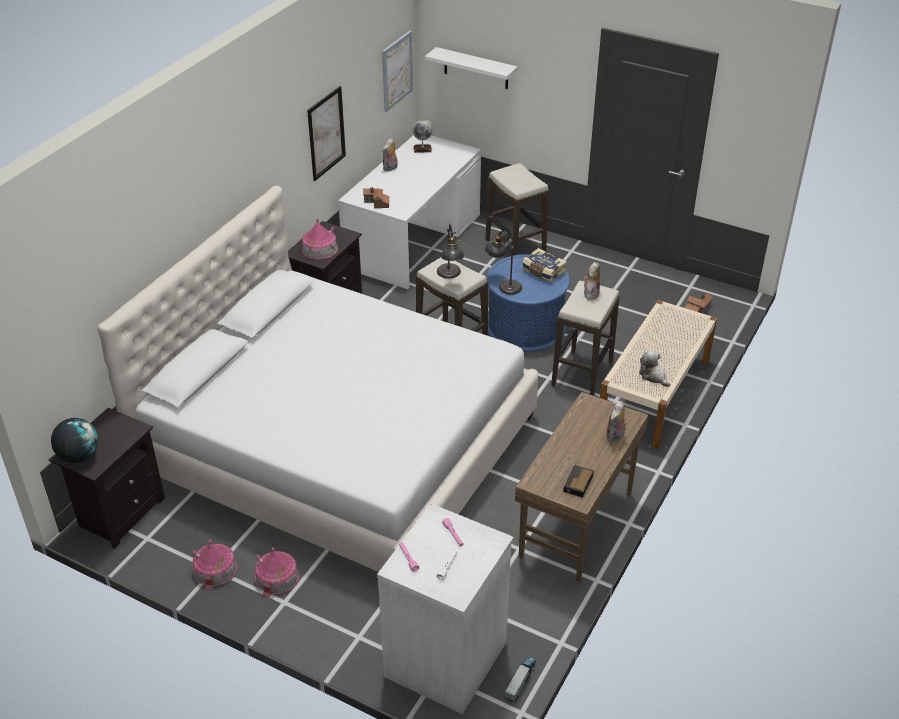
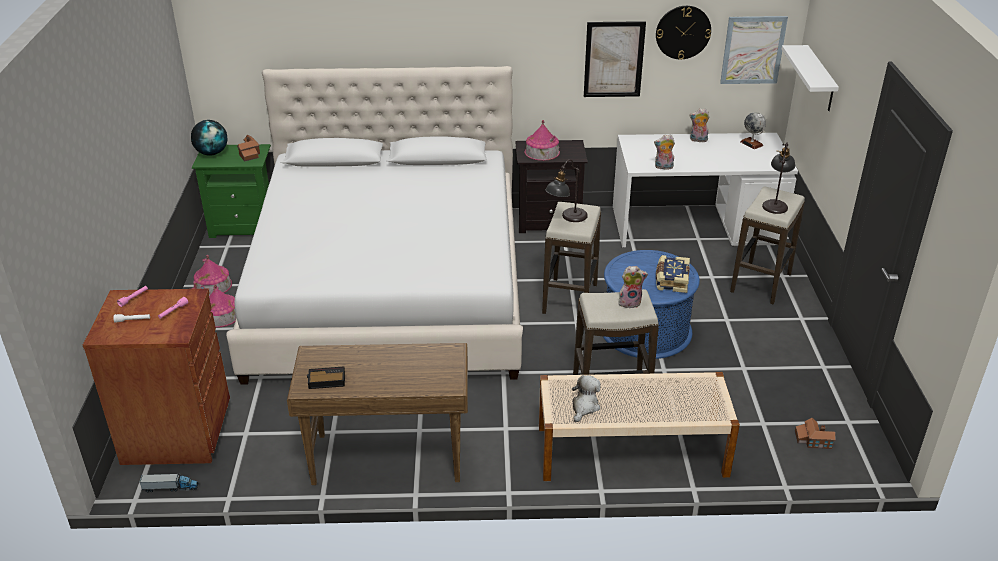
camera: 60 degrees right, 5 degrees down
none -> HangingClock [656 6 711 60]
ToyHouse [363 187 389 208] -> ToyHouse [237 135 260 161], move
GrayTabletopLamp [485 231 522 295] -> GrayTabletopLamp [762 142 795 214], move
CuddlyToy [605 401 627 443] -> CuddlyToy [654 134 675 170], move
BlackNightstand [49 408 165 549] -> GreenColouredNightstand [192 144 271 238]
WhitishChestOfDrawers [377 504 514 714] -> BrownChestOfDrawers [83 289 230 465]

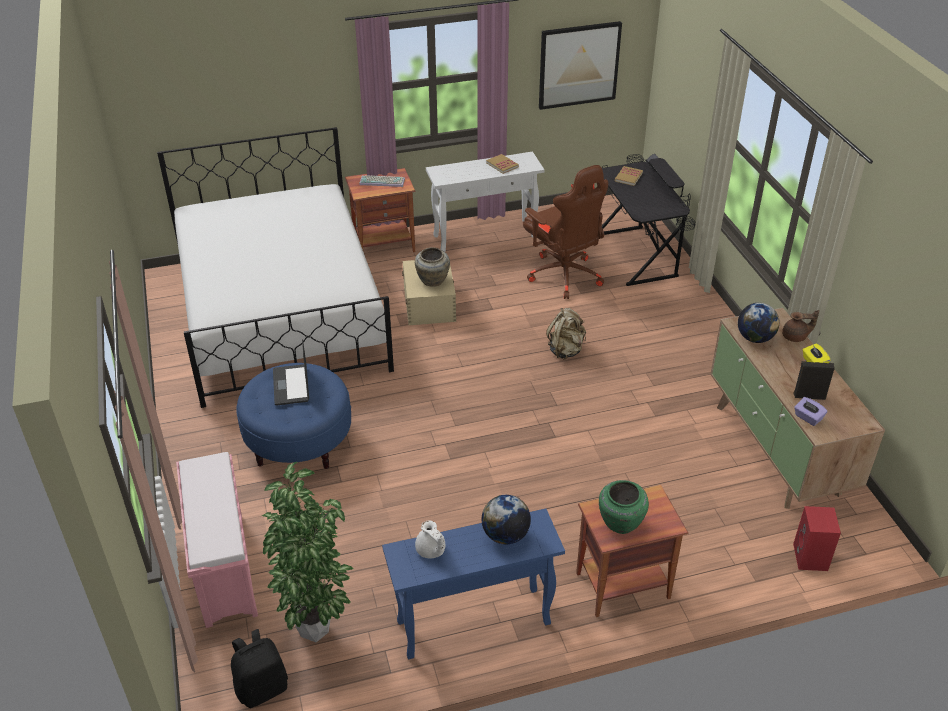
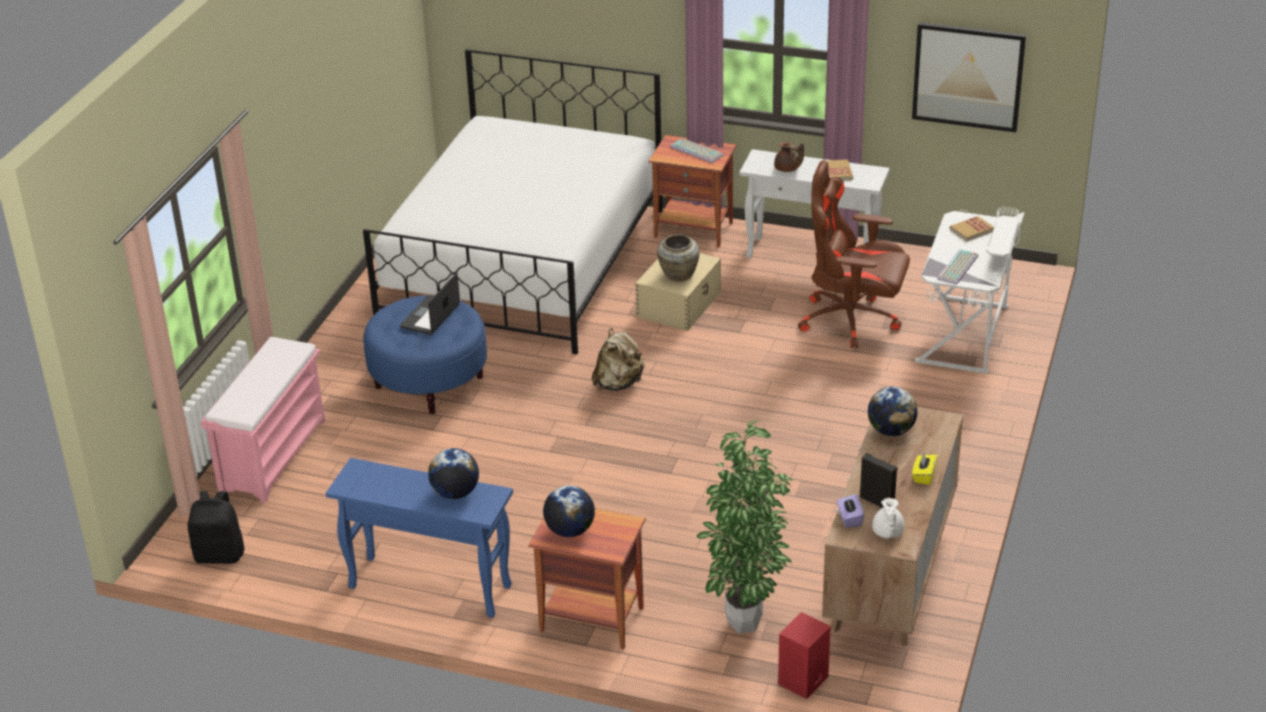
camera: 35 degrees right, 5 degrees down
none -> Keyboard [937 249 978 285]
PlantInAPot [262 462 353 642] -> PlantInAPot [697 421 793 634], move
WhitishPotForTea [415 520 445 558] -> WhitishPotForTea [872 498 905 539], move
BeigeColouredRucksack [546 308 586 360] -> BeigeColouredRucksack [592 328 645 391], move
BrownPotForTea [782 310 819 342] -> BrownPotForTea [774 142 804 172], move
GreenColouredDecorativeVase [599 480 649 534] -> DeskGlobe [543 485 595 537]
BlackDesk [602 154 696 286] -> WhitishDesk [915 207 1024 374]
BrownDeskChair [523 165 608 299] -> BrownDeskChair [798 160 910 348], 105 degrees clockwise

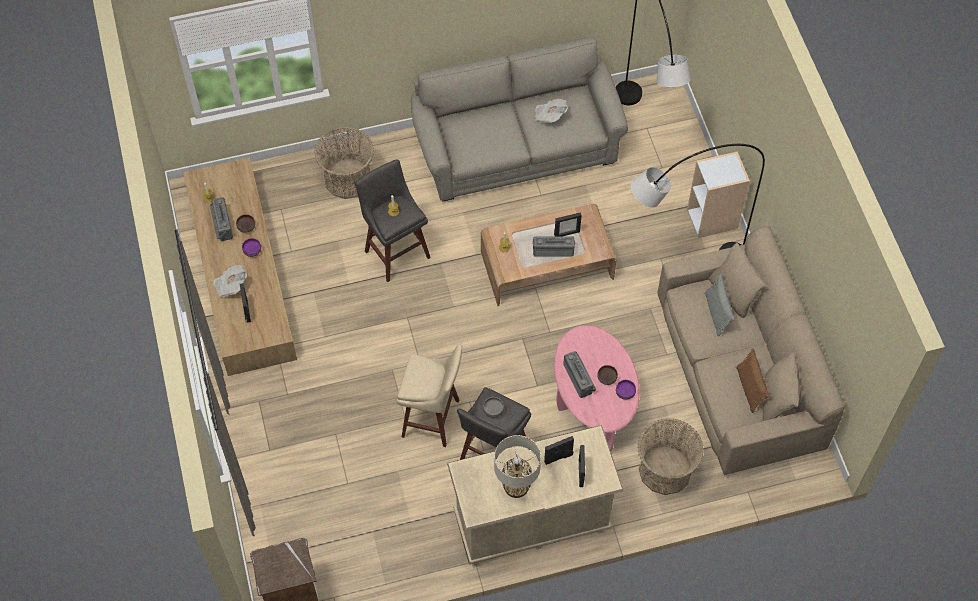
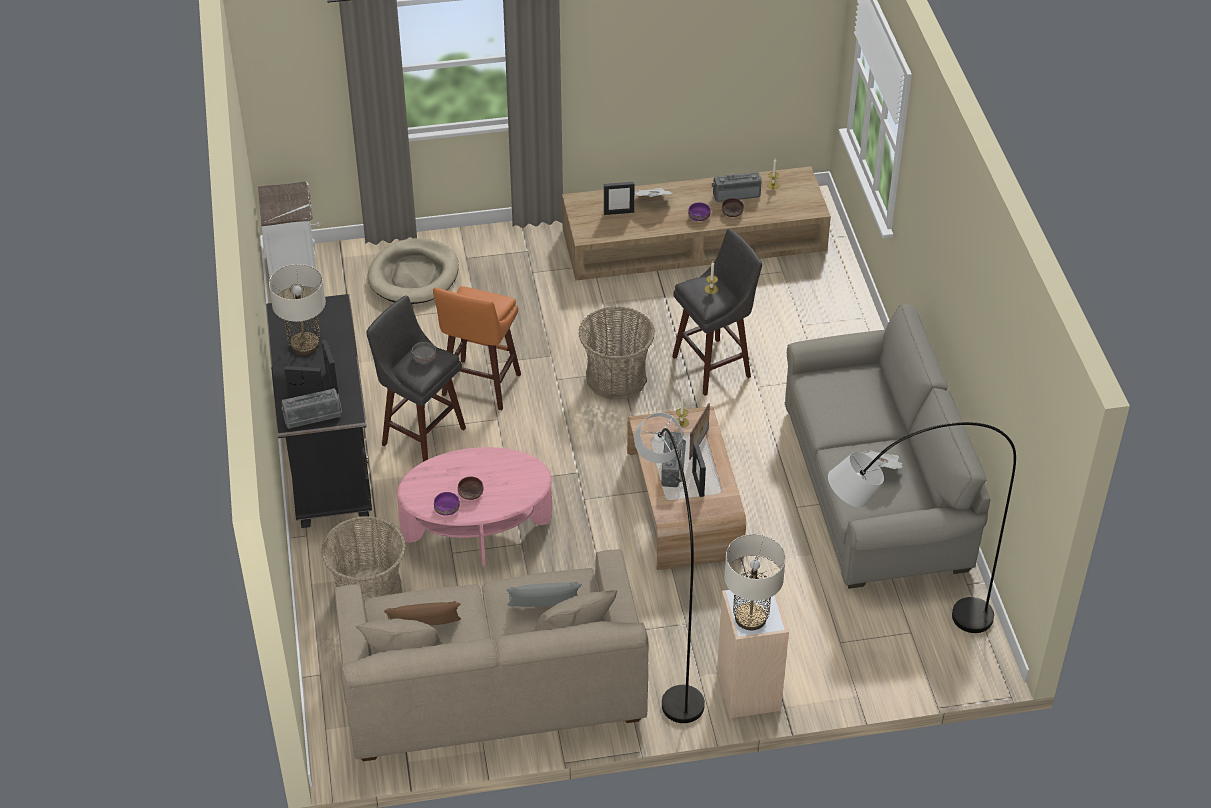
camera: 95 degrees right, 15 degrees down
none -> BeigeColouredPetBed [367 238 458 304]
none -> PictureFrame [689 403 710 460]
none -> TabletopLamp [724 534 786 630]
Basket [314 127 374 199] -> Basket [578 306 655 400], move
RadioSet [563 351 596 398] -> RadioSet [281 388 342 429], move
BeigeColouredStoolSeat [397 344 462 447] -> OrangeColouredStoolSeat [433 286 521 410]
BeigeColouredChestOfDrawers [447 425 623 566] -> BlackChestOfDrawers [266 294 372 528]

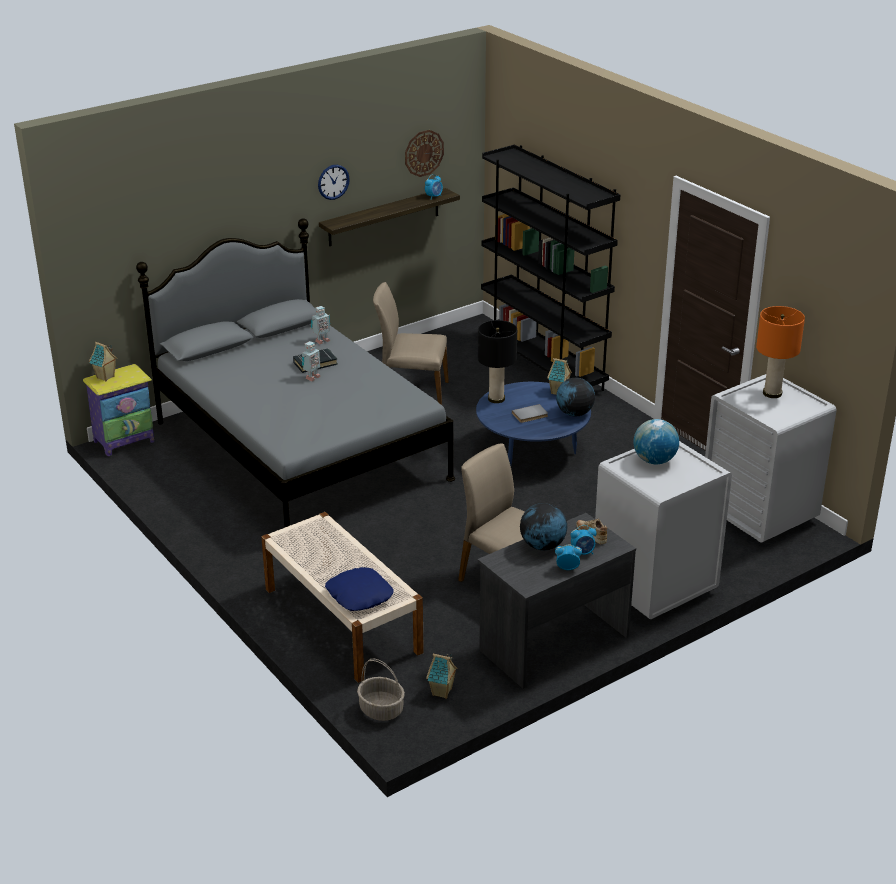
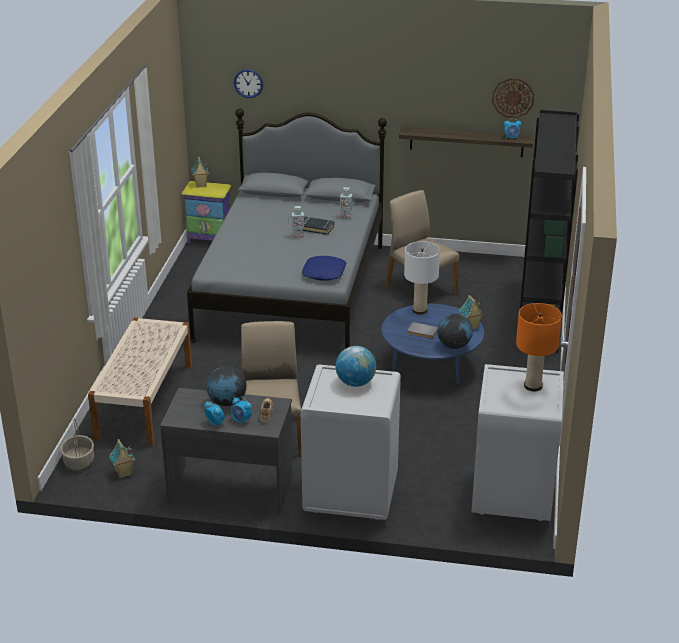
camera: 45 degrees right, 0 degrees up
HangingClock [318 165 350 200] -> HangingClock [234 69 263 98], move
BlueColouredThrowPillow [325 567 394 611] -> BlueColouredThrowPillow [302 256 346 281], move
BlackTabletopLamp [478 320 517 403] -> WhitishTabletopLamp [404 241 440 314]

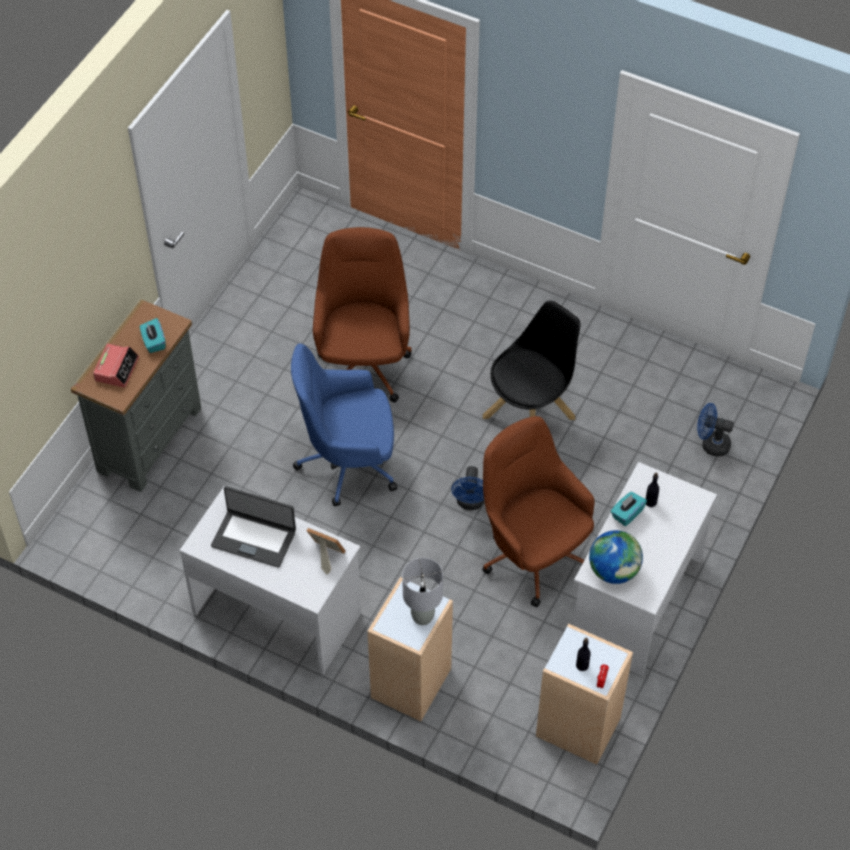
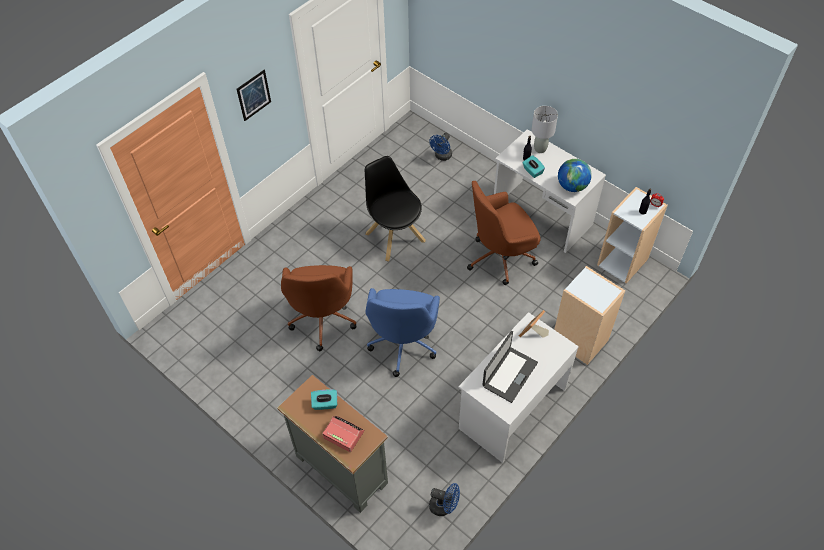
camera: 75 degrees left, 0 degrees up
none -> WallPicture [236 70 271 121]
GrayTabletopLamp [402 558 443 625] -> GrayTabletopLamp [532 106 558 153], move
BlueColouredElectricFan [451 466 484 510] -> BlueColouredElectricFan [429 483 460 516], move
BrownDeskChair [313 227 411 402] -> BrownDeskChair [281 265 357 351], 105 degrees counterclockwise

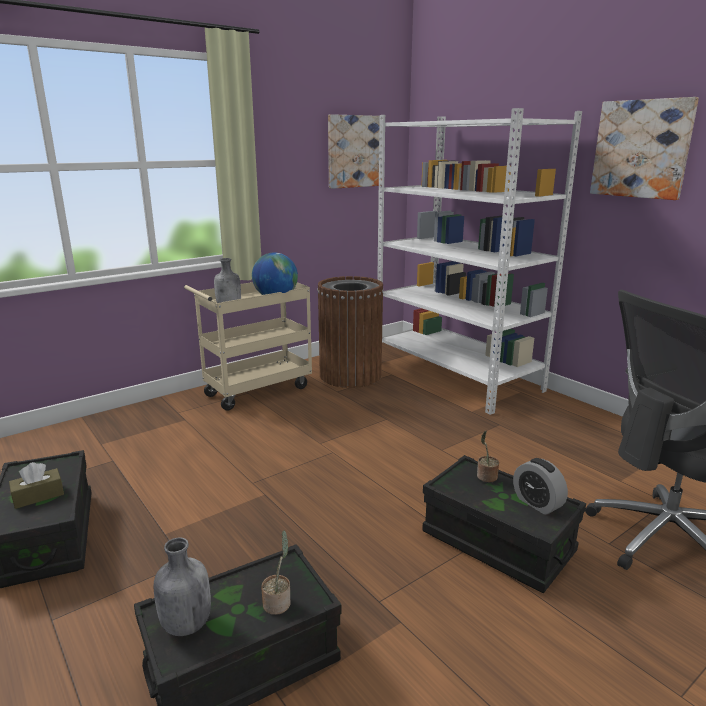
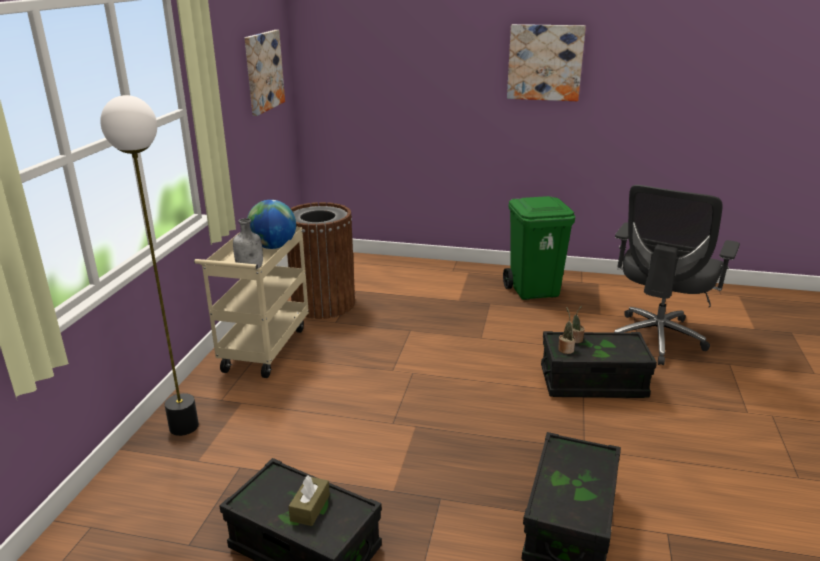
camera: 40 degrees left, 5 degrees up
GrayBeverageBottle [154 537 211 636] -> none
WhitishBookcase [377 108 582 415] -> none
BedsideClock [513 458 568 515] -> none
none -> StandingLamp [100 95 199 436]
none -> GreenColouredWasteBin [503 196 575 300]
PlantInAPot [261 530 291 615] -> PlantInAPot [558 307 575 354], move

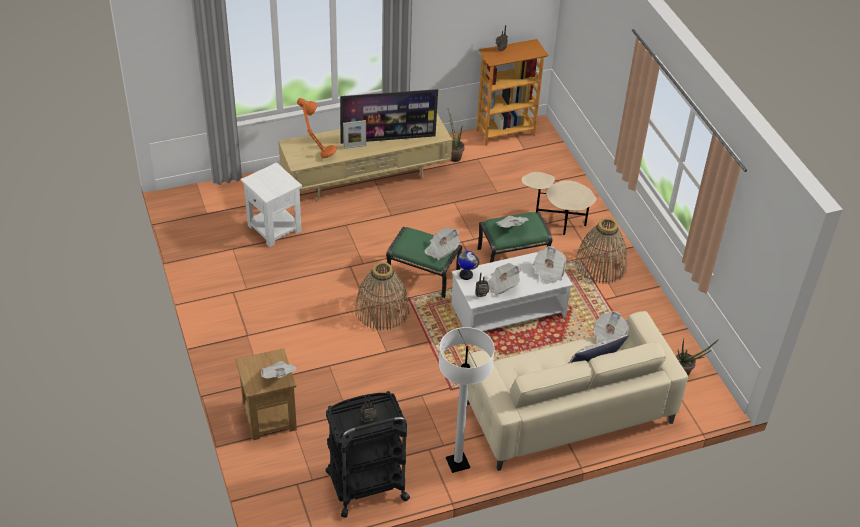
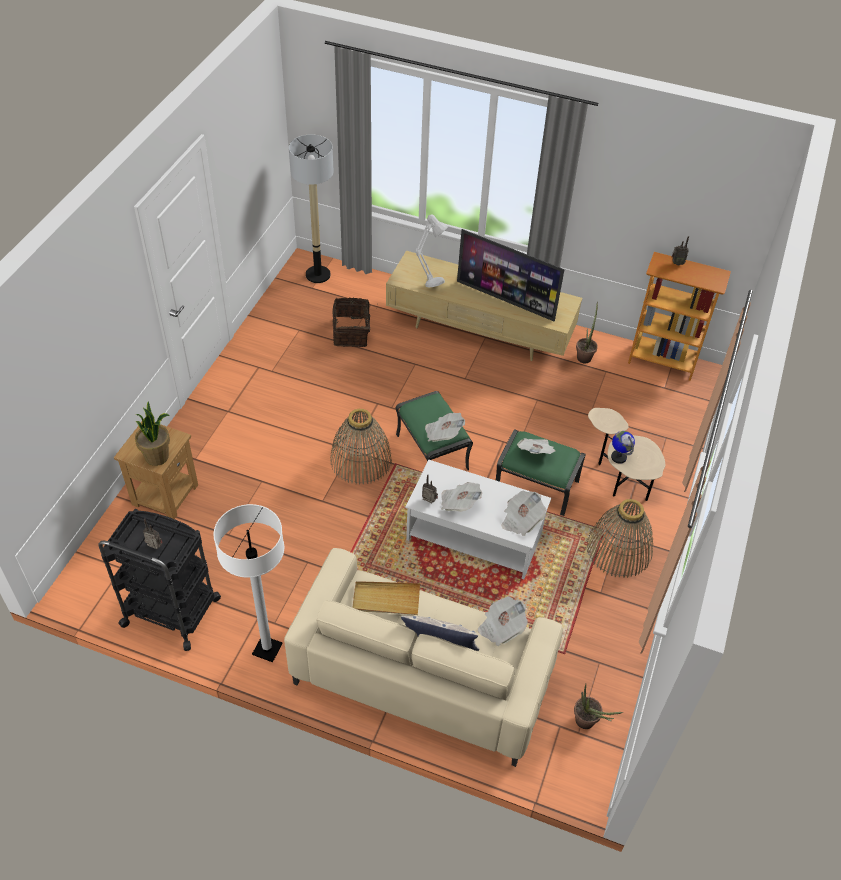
camera: 40 degrees right, 5 degrees up
PictureFrame [343 120 366 149] -> none
none -> StandingLamp [289 134 334 283]
none -> BeigeColouredServingTray [353 581 420 615]
DeskGlobe [458 251 480 280] -> DeskGlobe [611 431 635 464], move
WhitishAccentTable [241 162 302 247] -> Basket [332 297 370 347]
Newspaper [261 361 297 379] -> PlantInAPot [135 401 170 466]
OrangeColouredTabletopLamp [297 98 337 158] -> GrayTabletopLamp [416 214 448 287]

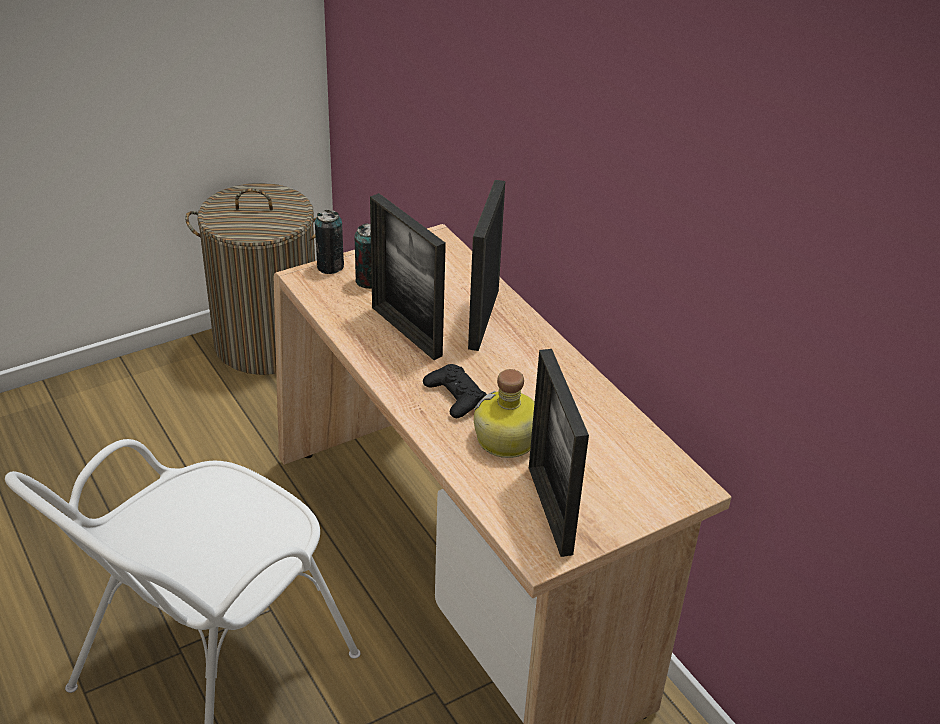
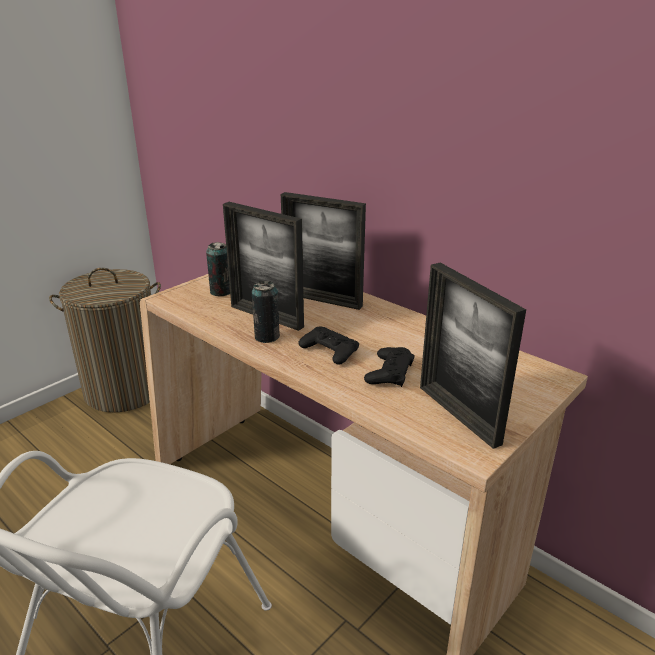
camera: 15 degrees left, 10 degrees down
MetalCan [315 210 344 274] -> MetalCan [252 281 280 343], move
BeverageBottle [474 369 535 458] -> BlackGameController [364 347 415 387]
PictureFrame [468 180 505 351] -> PictureFrame [281 192 366 310], 60 degrees counterclockwise

